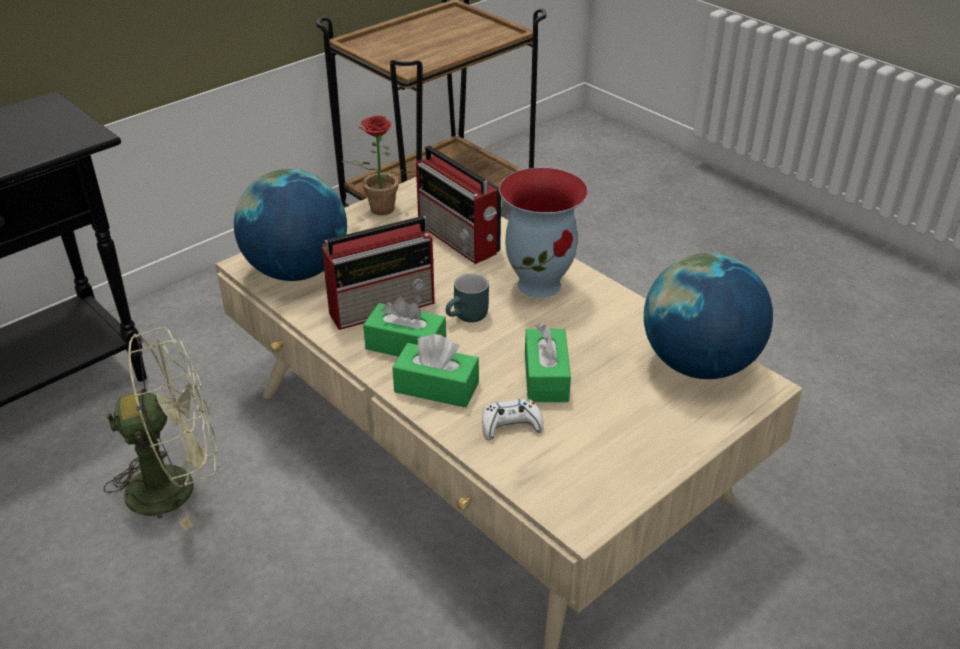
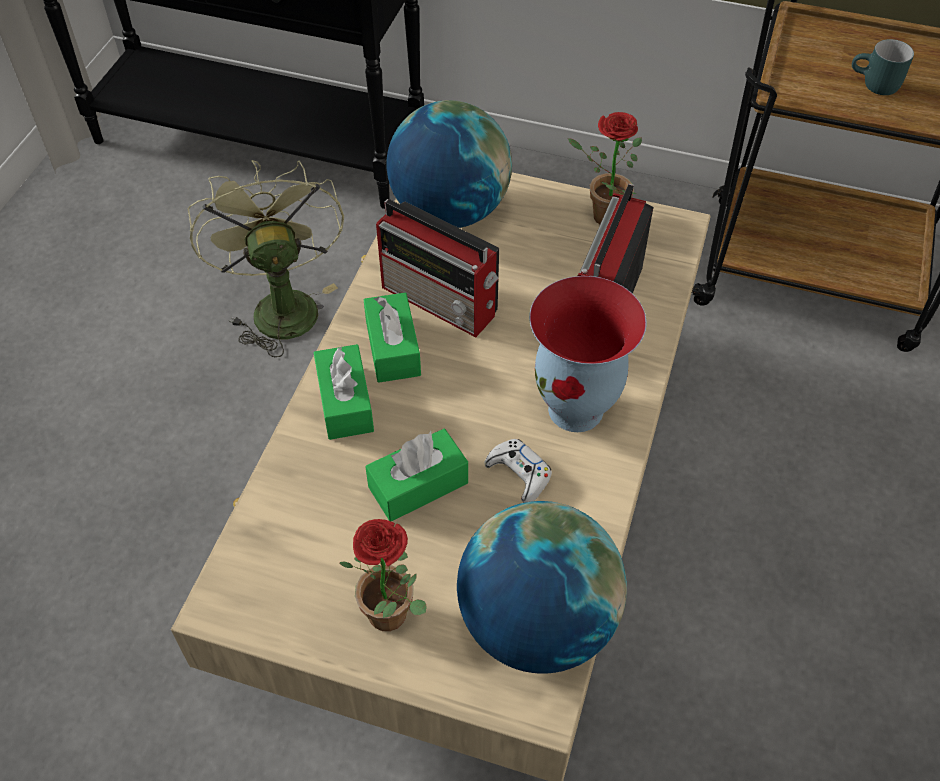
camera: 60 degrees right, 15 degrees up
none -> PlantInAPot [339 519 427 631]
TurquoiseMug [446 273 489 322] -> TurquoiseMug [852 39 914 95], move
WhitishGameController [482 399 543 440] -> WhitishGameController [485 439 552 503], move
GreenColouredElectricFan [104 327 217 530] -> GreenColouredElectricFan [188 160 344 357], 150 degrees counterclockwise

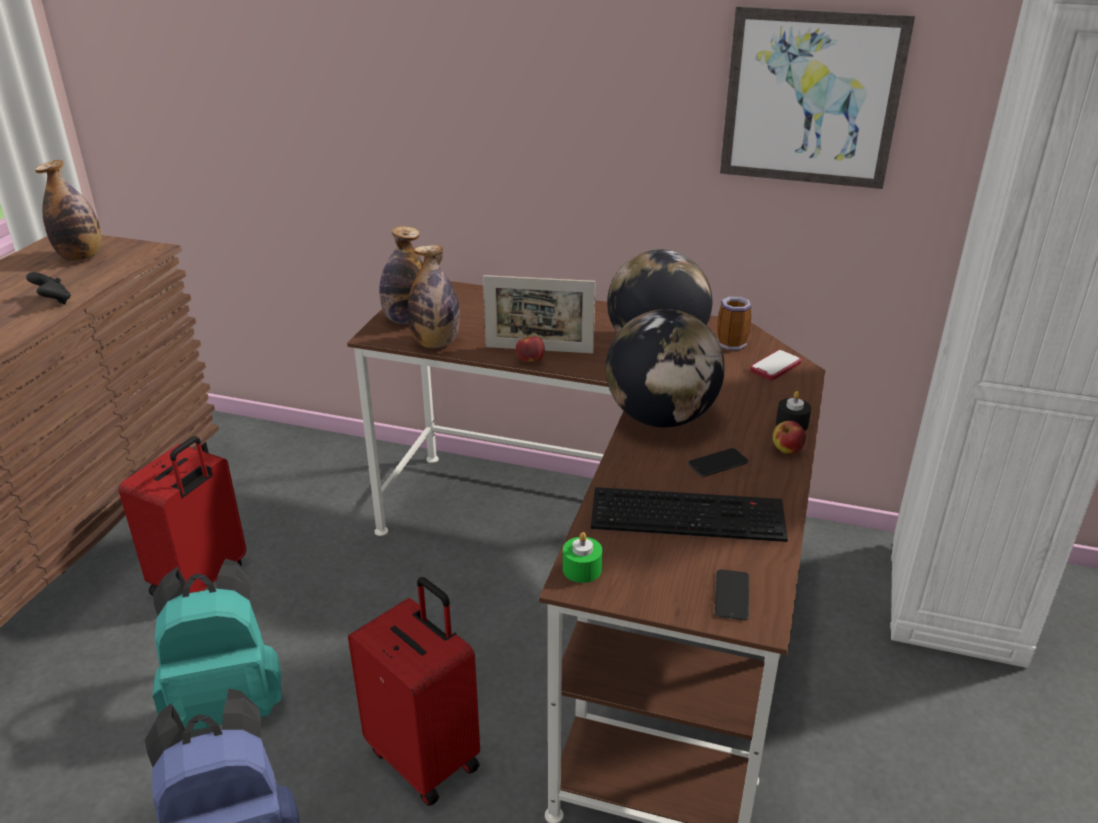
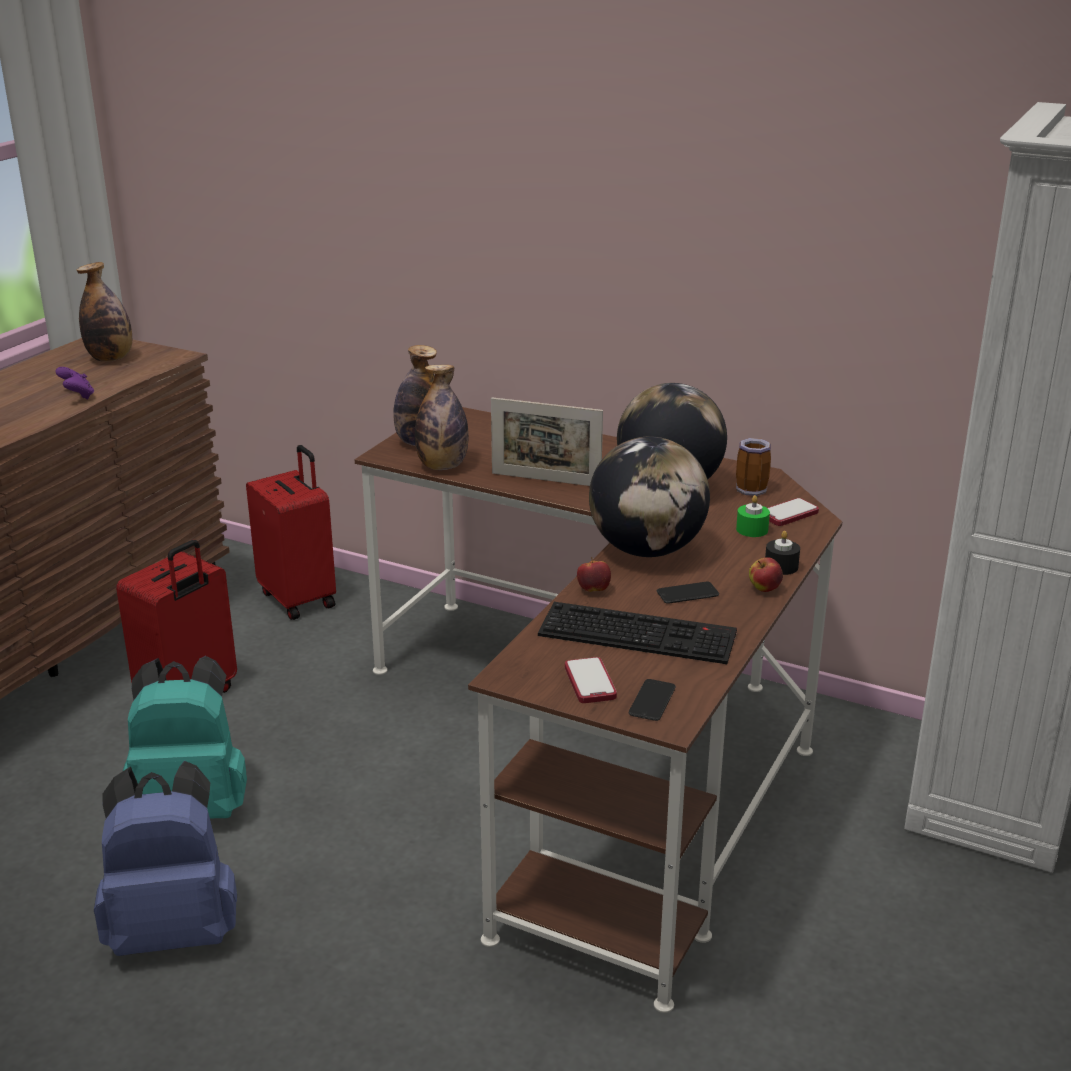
camera: 10 degrees right, 5 degrees down
WallPicture [720 6 915 189] -> none
none -> Phone [565 657 617 703]
RedTravelCase [348 577 480 806] -> RedTravelCase [246 445 336 620], move
WholeApple [516 333 545 362] -> WholeApple [577 557 611 592], move
GreenColouredWaxLight [563 532 603 583] -> GreenColouredWaxLight [736 495 770 537], move
BlackGameController [26 272 71 304] -> PurplishGameController [55 367 94 400]

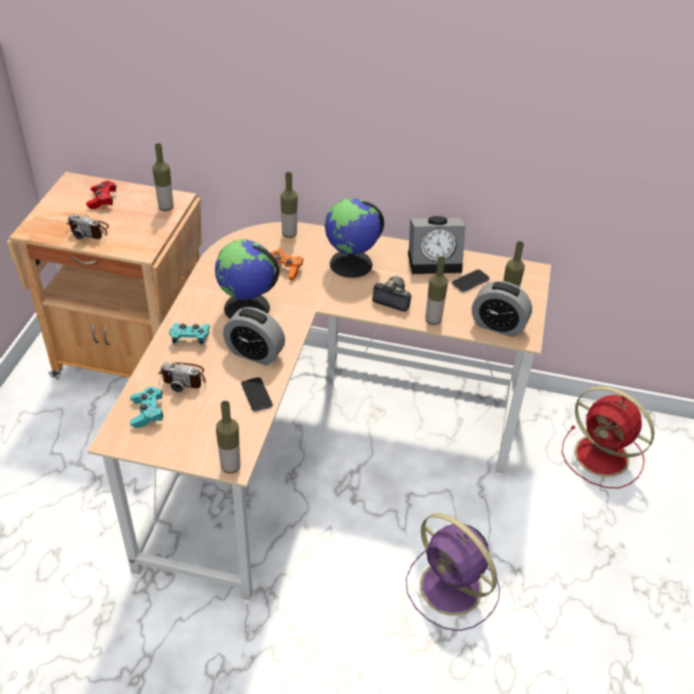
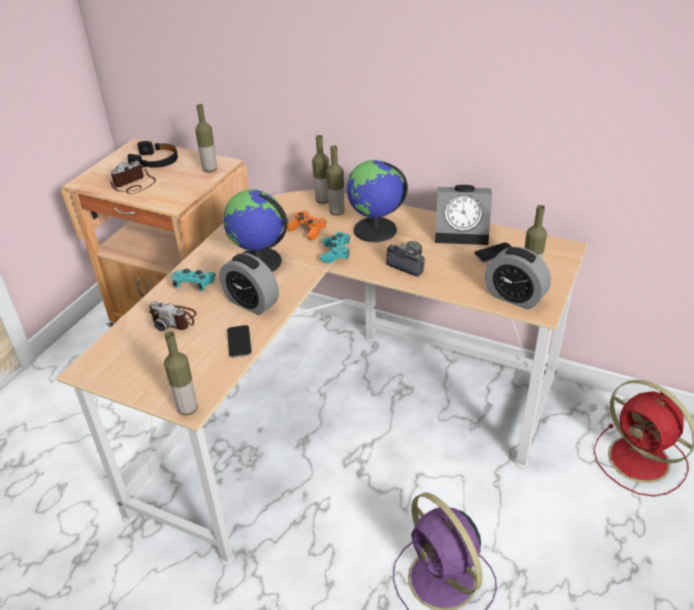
camera: 15 degrees right, 5 degrees down
TurquoiseGameController [130 387 163 428] -> TurquoiseGameController [320 232 350 263], move
BeverageBottle [426 256 448 325] -> BeverageBottle [326 145 344 216], move
RedGameController [86 181 116 209] -> BlackPairOfHeadphones [128 141 178 168]
StillCamera [67 214 109 239] -> StillCamera [110 161 156 194], 105 degrees clockwise

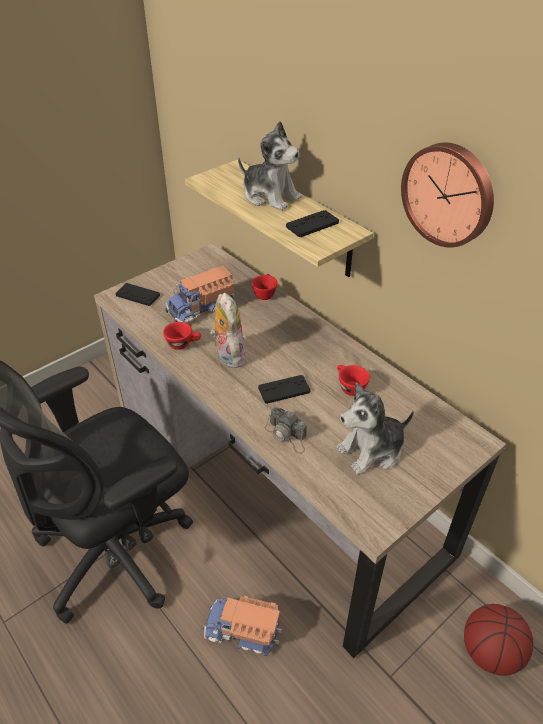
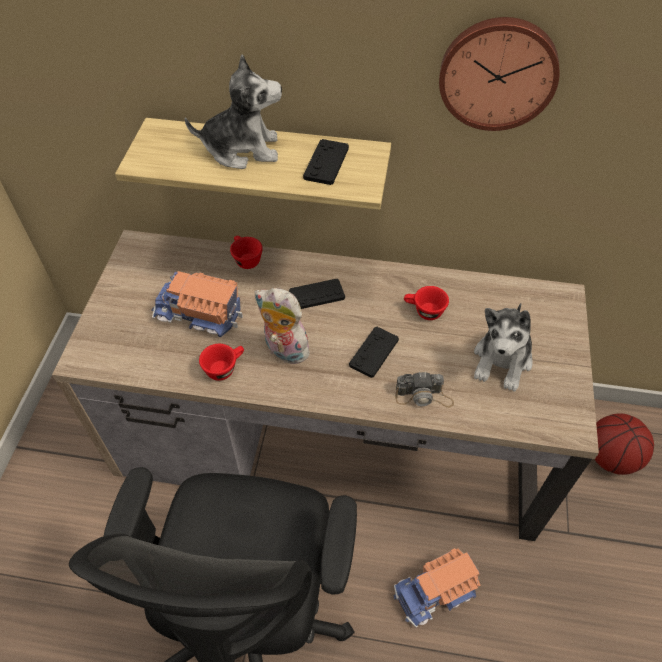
camera: 40 degrees left, 10 degrees up
BlackGameController [115 283 160 306] -> BlackGameController [289 279 345 309], move
ToyTruck [165 265 235 323] -> ToyTruck [152 271 243 337], 90 degrees clockwise

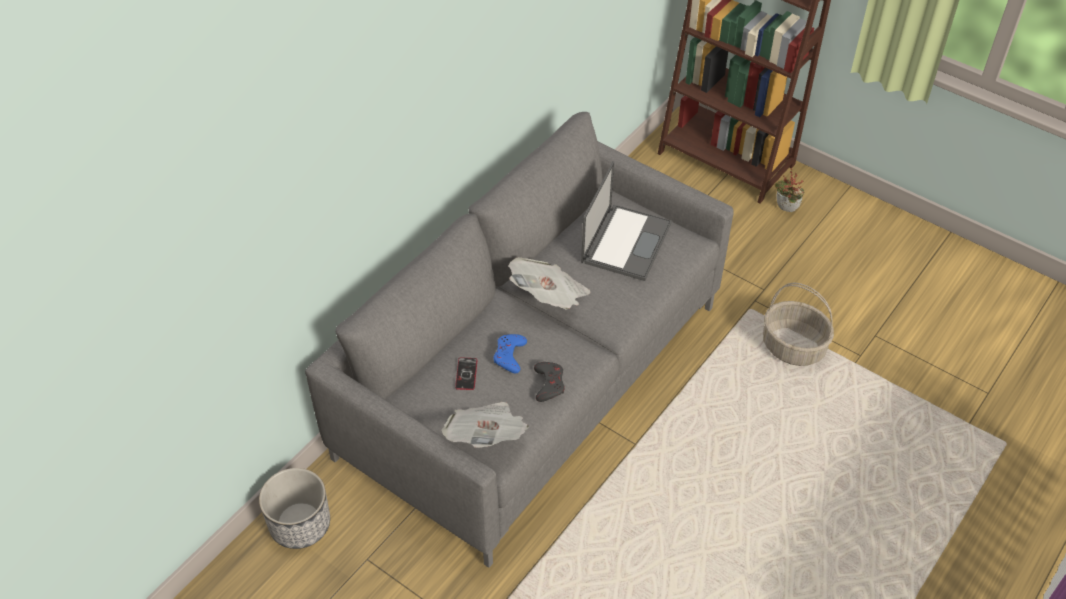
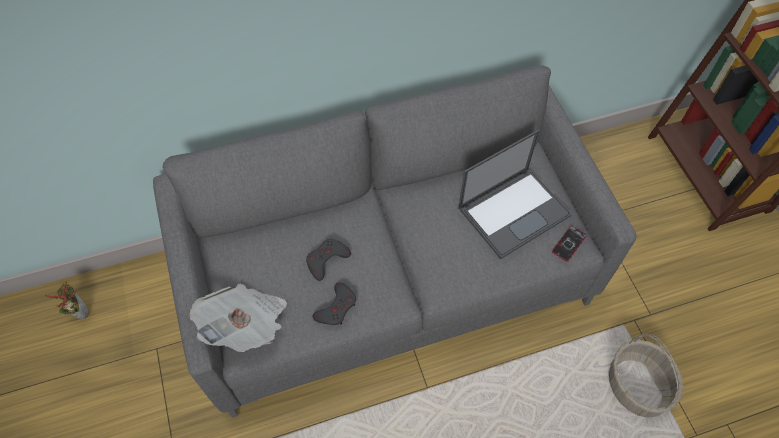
camera: 35 degrees right, 10 degrees up
PlantPot [259 468 330 549] -> none
Newspaper [508 257 591 309] -> none
Phone [455 358 477 390] -> Phone [552 226 587 262], move
PlantInAPot [774 168 804 212] -> PlantInAPot [45 281 88 319], move
BlueColouredGameController [493 334 527 373] -> GrayGameController [306 239 351 281]

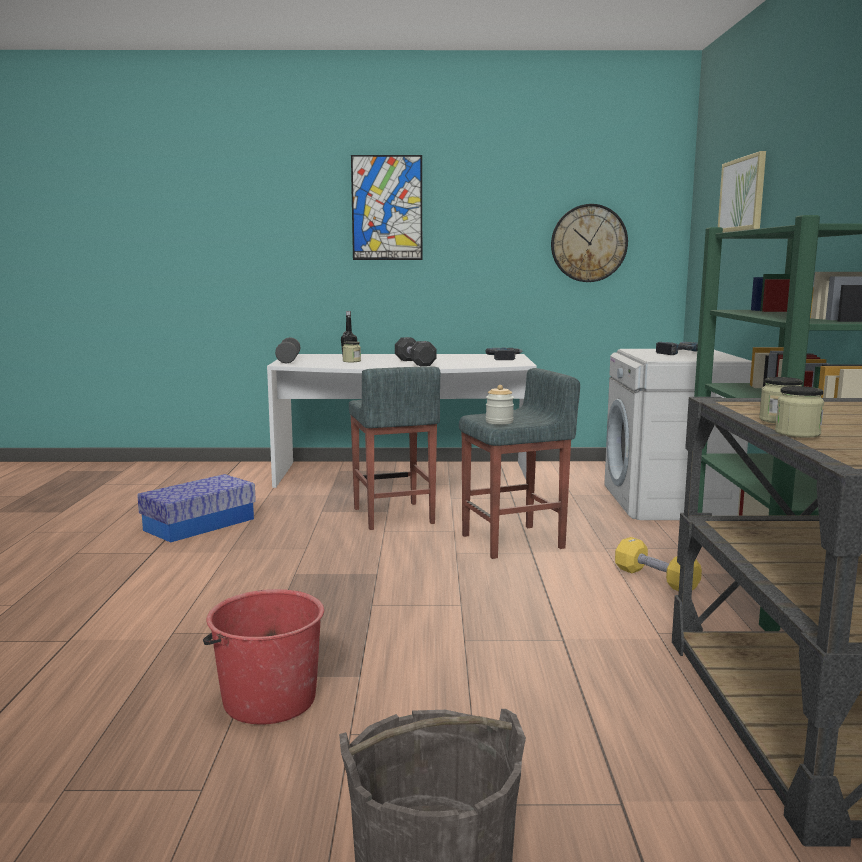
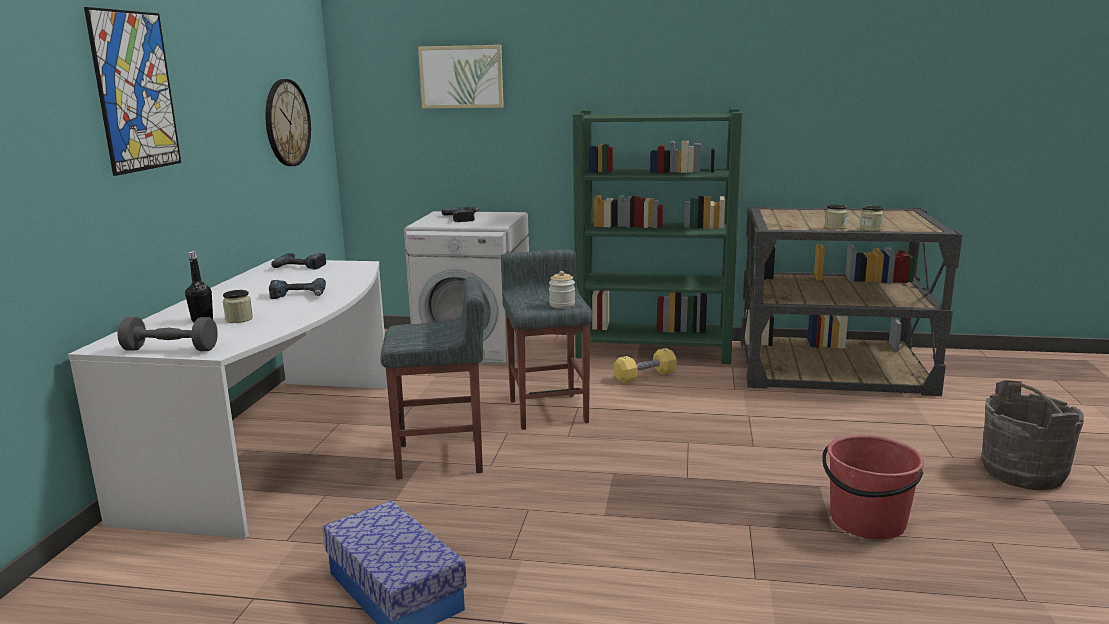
camera: 80 degrees left, 5 degrees up
BlackHandWeight [395 337 436 366] -> PowerDrill [269 278 326 299]

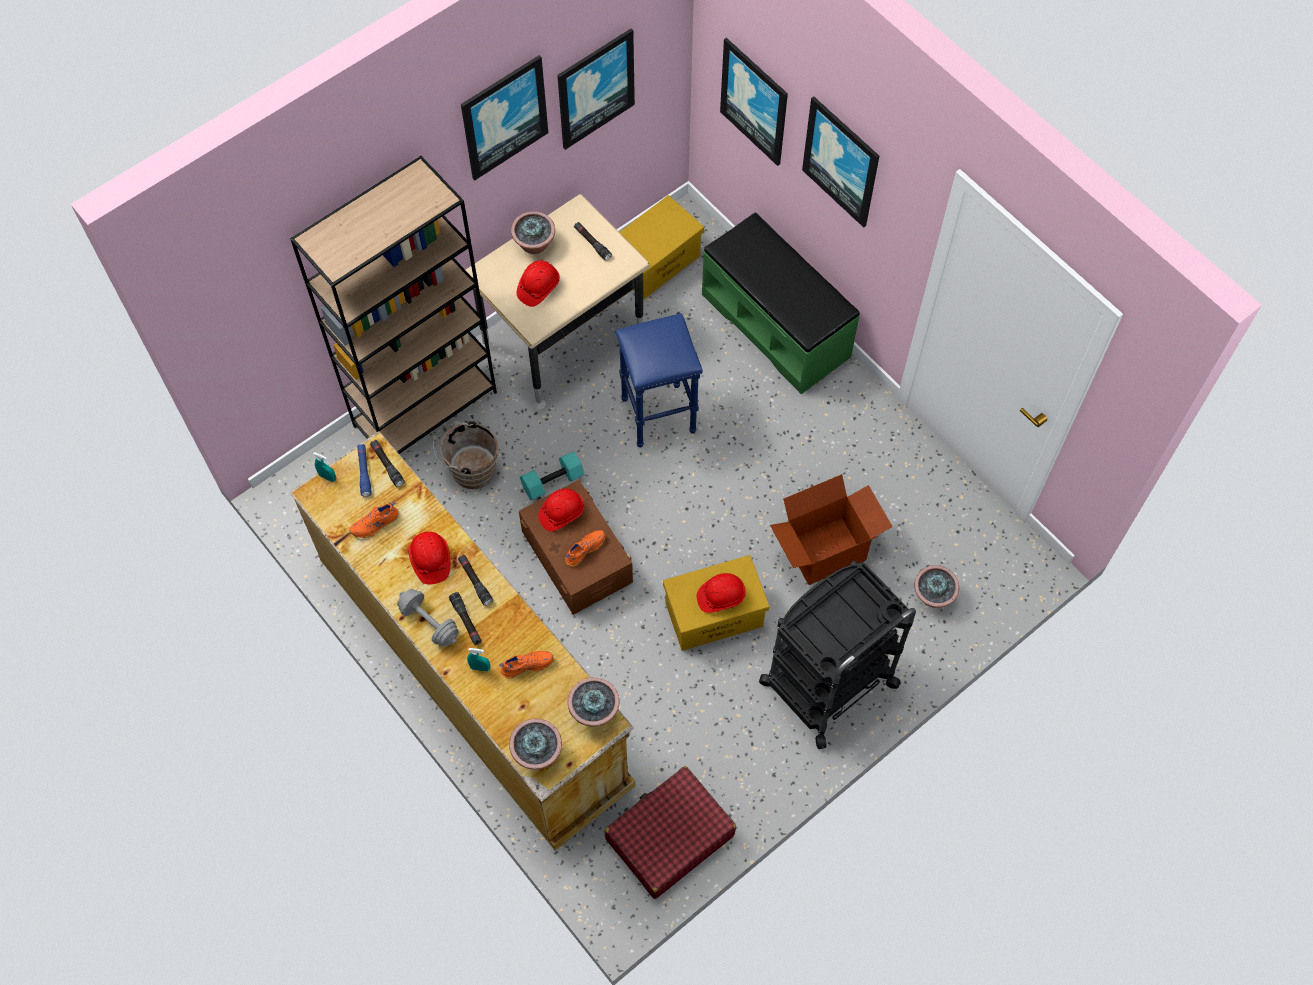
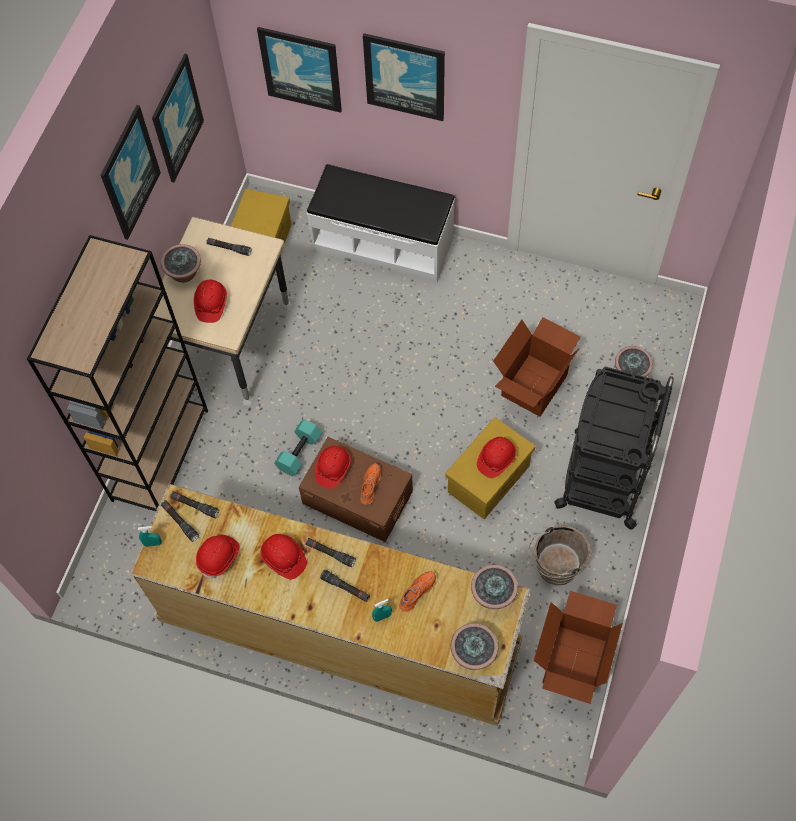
camera: 30 degrees left, 0 degrees up
GrayHandWeight [397 589 459 647] -> none
BlueColouredStoolSeat [616 313 703 448] -> none
BrownPail [433 418 499 489] -> BrownPail [528 526 590 585], move
OrangeColouredLowShoe [349 502 399 538] -> RedWorkHelmet [196 535 240 579]
RedTravelCase [604 766 736 899] -> CardboardBox [534 591 623 704]
BlueColouredHandTorch [357 444 372 497] -> BlackHandTorch [161 500 199 542]
GreenColouredBench [702 212 860 394] -> WhitishBench [307 164 455 283]

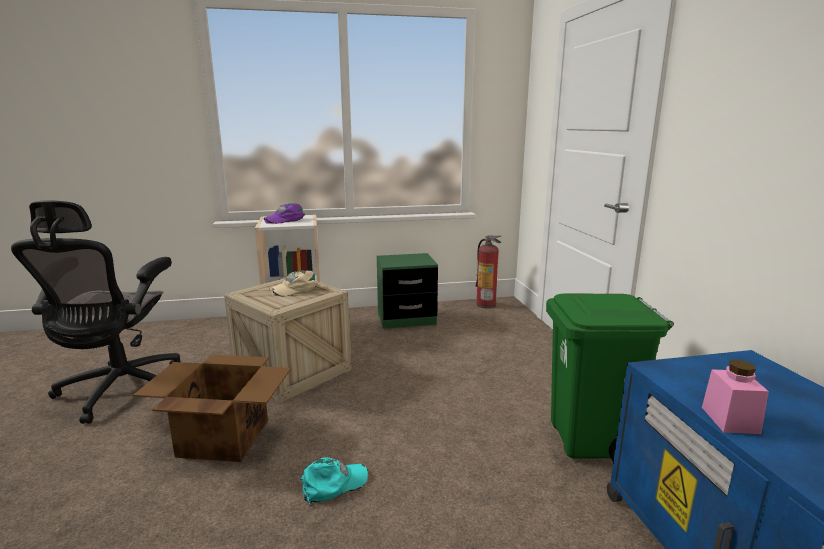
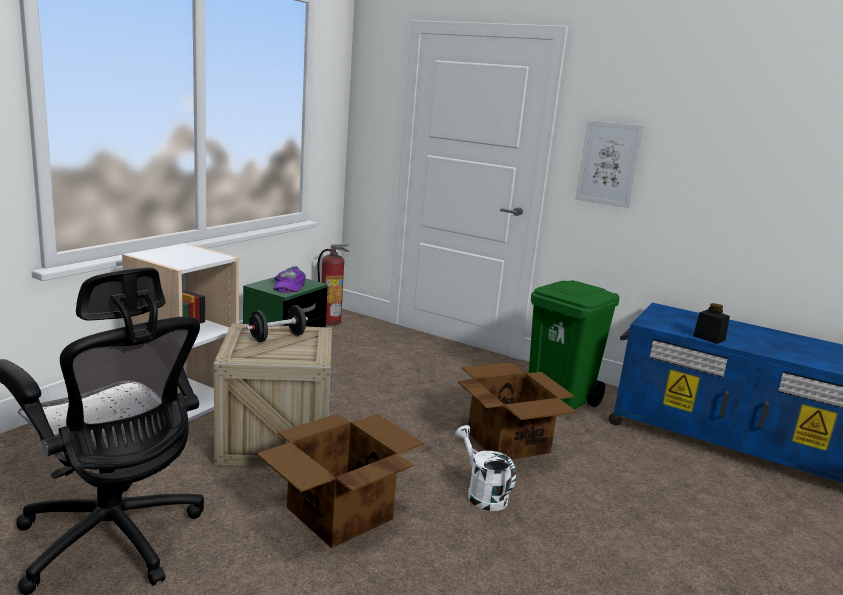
camera: 50 degrees left, 0 degrees up
none -> CardboardBox [458 362 576 460]
none -> WallPicture [575 120 644 208]
PurplishCap [263 204 305 224] -> PurplishCap [273 266 306 293], move
BeigeColouredCap [270 270 318 297] -> BlackHandWeight [246 305 308 342]
TurquoiseCap [300 457 368 506] -> WhitishSprinklingCan [455 425 516 511]
PinkColouredStorageJar [702 360 769 434] -> BlackStorageJar [693 303 730 344]

